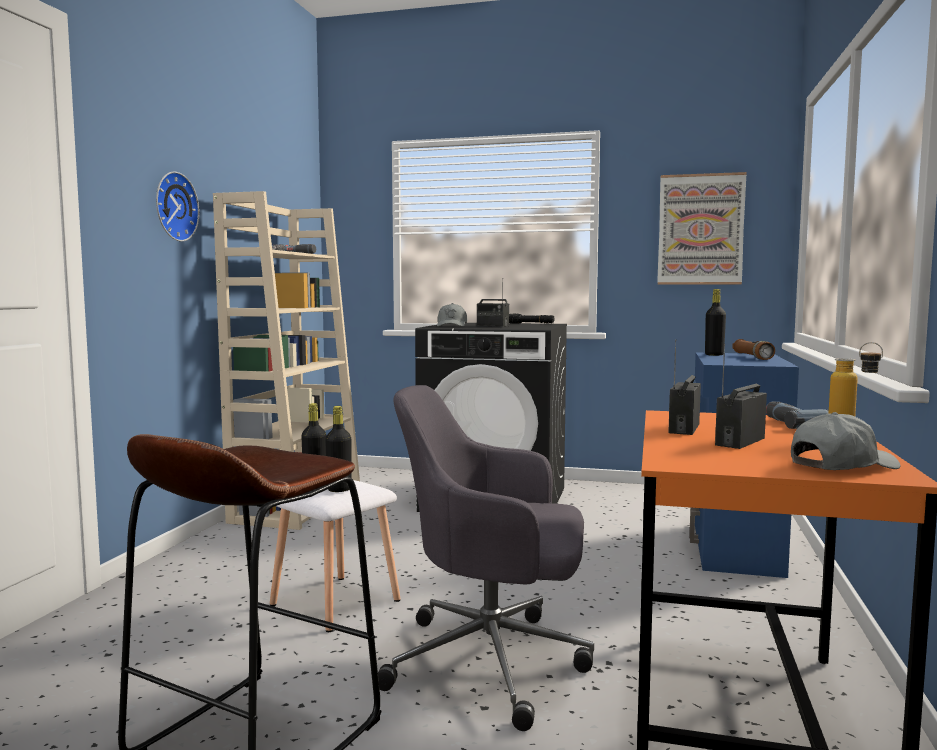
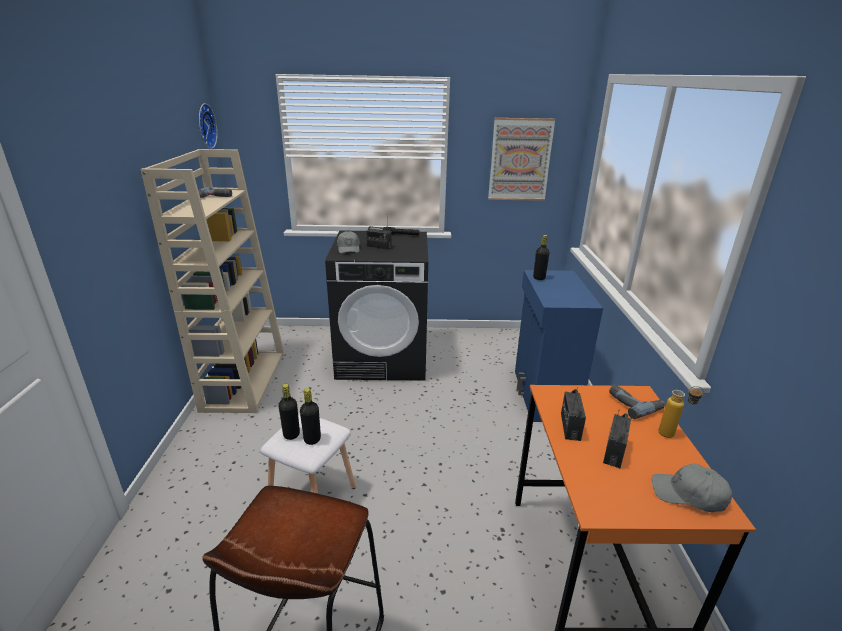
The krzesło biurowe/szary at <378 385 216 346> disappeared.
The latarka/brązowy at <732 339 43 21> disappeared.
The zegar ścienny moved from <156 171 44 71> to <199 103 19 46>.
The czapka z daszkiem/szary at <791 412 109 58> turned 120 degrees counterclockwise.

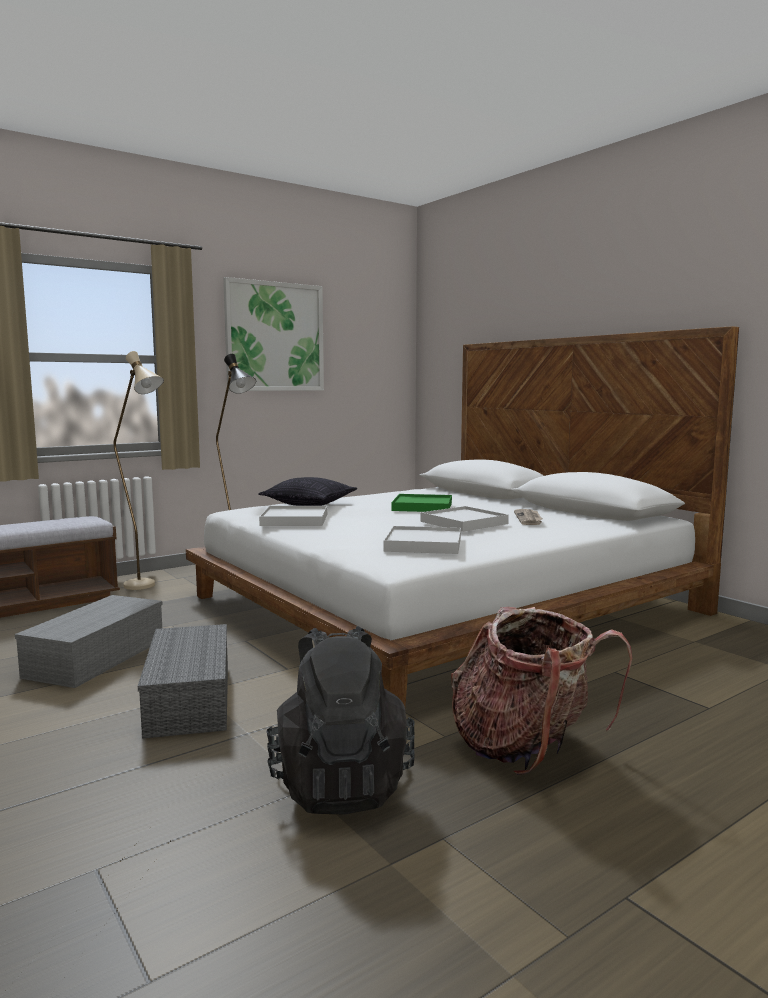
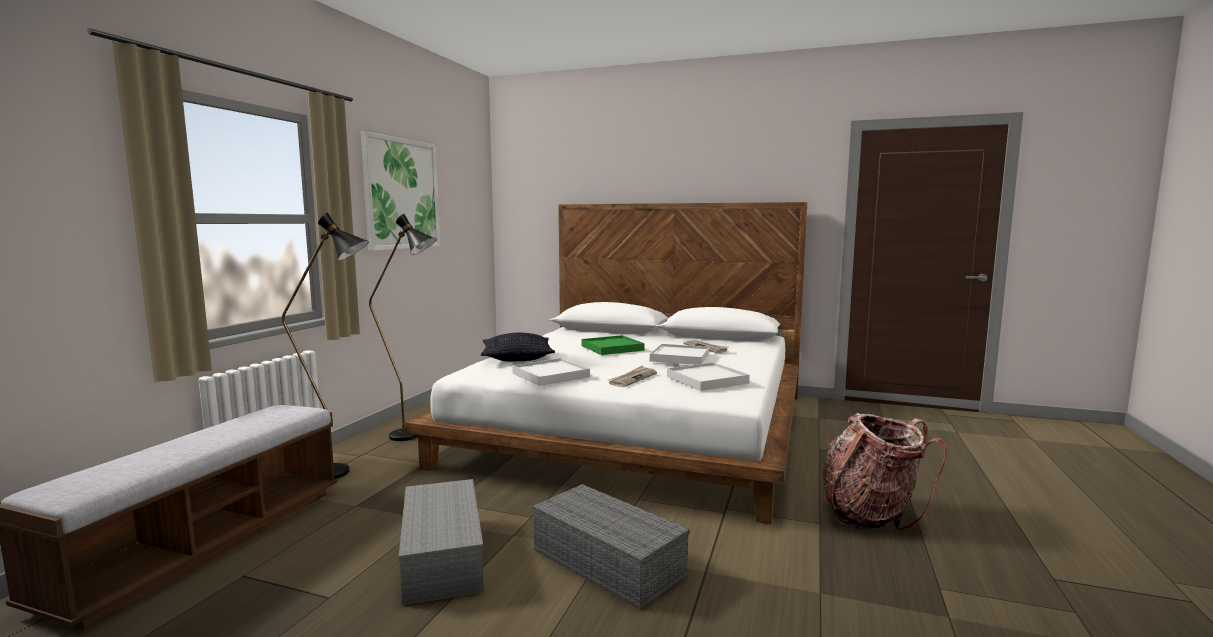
The plecak/czarny at <267 626 148 188> disappeared.
The gazeta at <607 366 50 21> appeared.
The lampa stojąca/beżowy at <114 351 50 239> became the lampa stojąca/czarny at <282 213 87 266>.

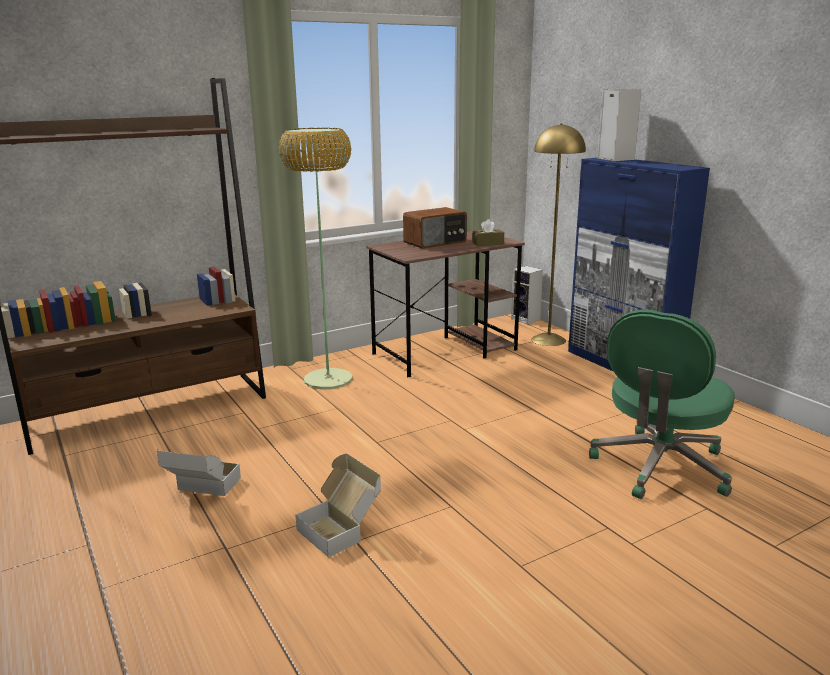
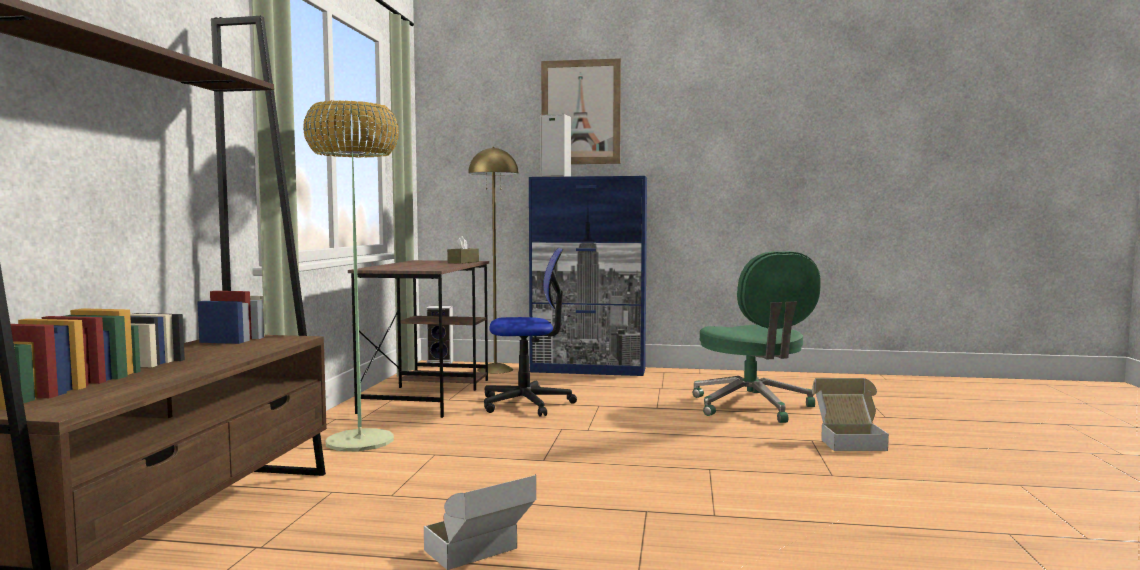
The radio at <403 207 64 42> disappeared.
The krzesło biurowe at <484 248 93 169> appeared.
The obraz at <541 58 80 106> appeared.
The karton moved from <295 454 86 104> to <812 378 77 73>.

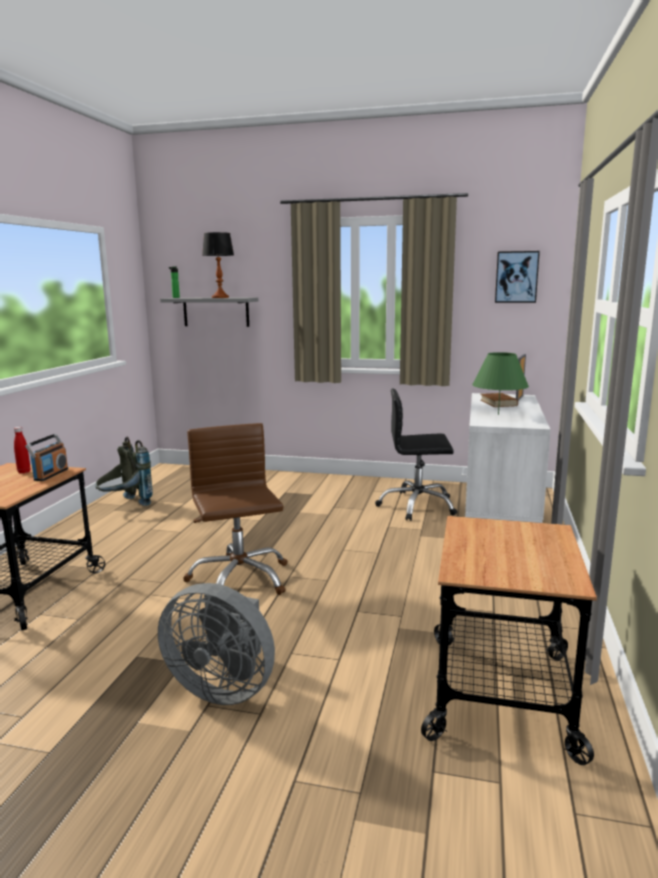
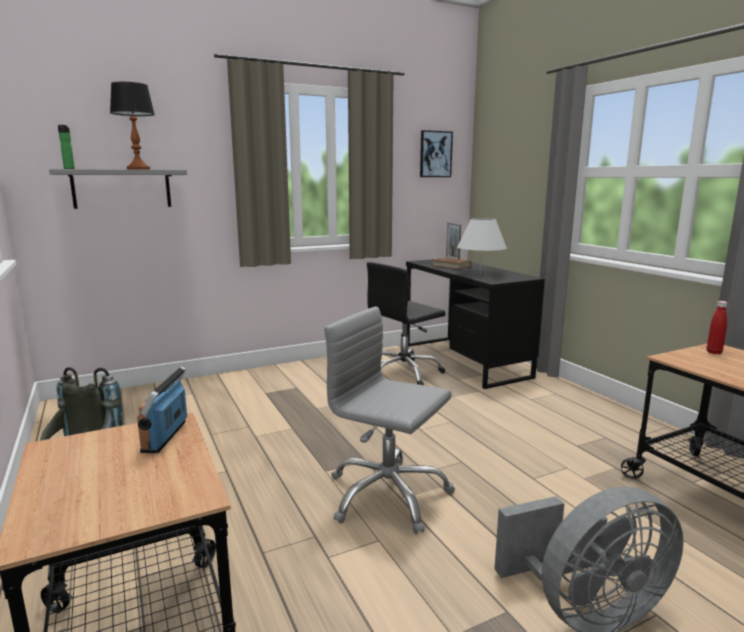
The butelka/czerwony moved from <14 427 16 46> to <707 301 21 53>.
The krzesło biurowe/brązowy at <183 423 105 172> became the krzesło biurowe/szary at <324 306 131 228>.
The biurko/biały at <462 393 89 130> became the biurko/czarny at <406 259 139 130>.
The lampa stołowa/zielony at <472 352 57 63> became the lampa stołowa/biały at <457 218 50 56>.
The radio at <25 434 43 47> turned 150 degrees counterclockwise.

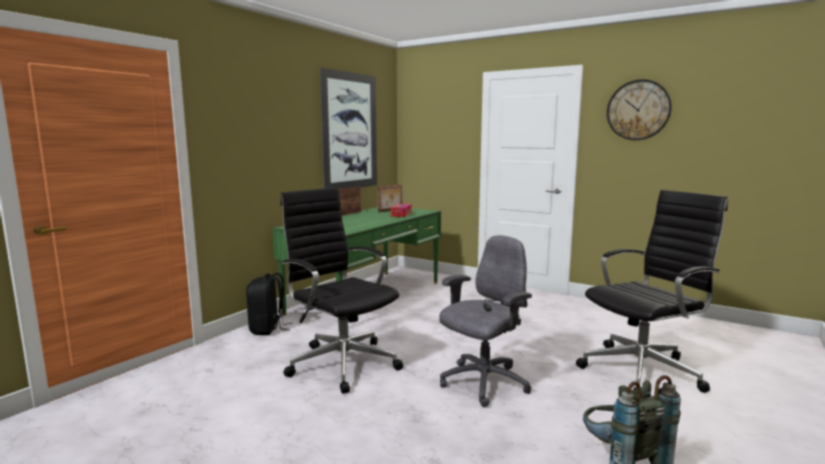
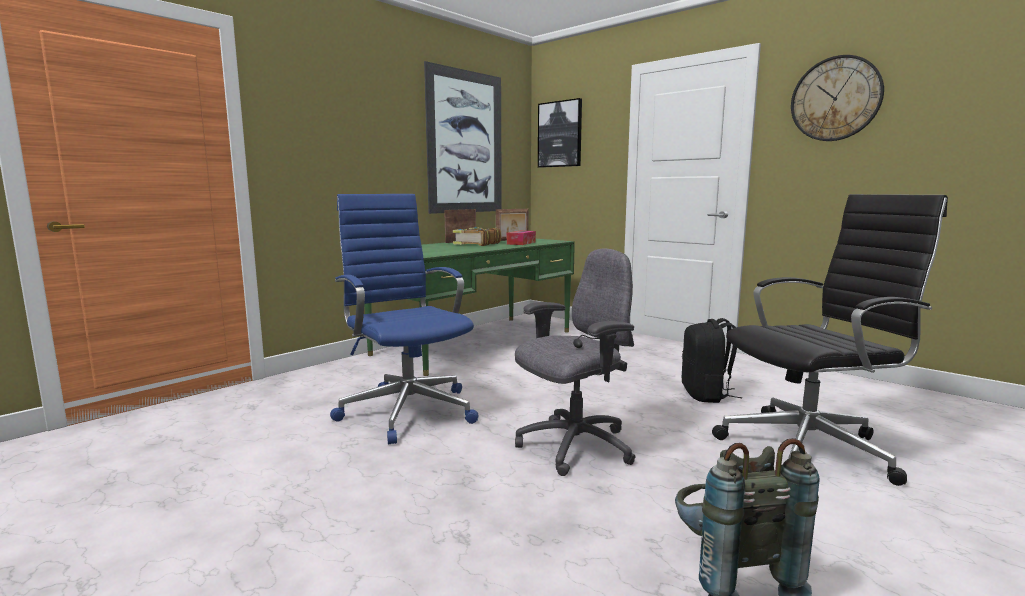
The książka at <453 227 48 19> appeared.
The obraz at <538 98 44 70> appeared.
The plecak/czarny moved from <246 273 46 62> to <682 318 60 85>.
The krzesło biurowe/czarny at <281 188 122 206> became the krzesło biurowe/niebieski at <330 194 149 250>.

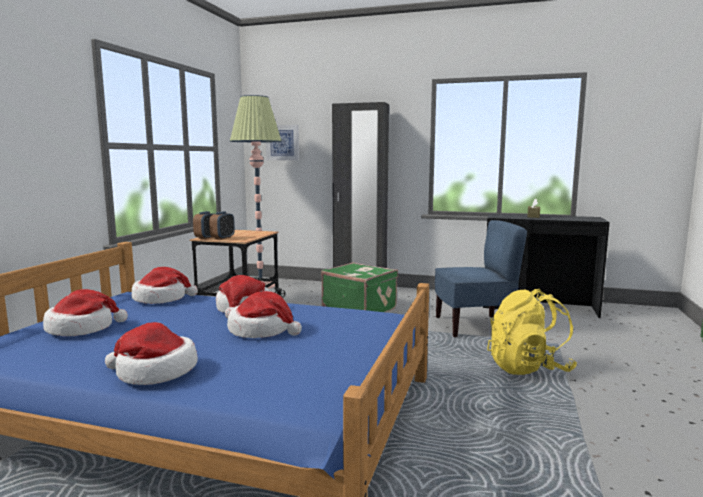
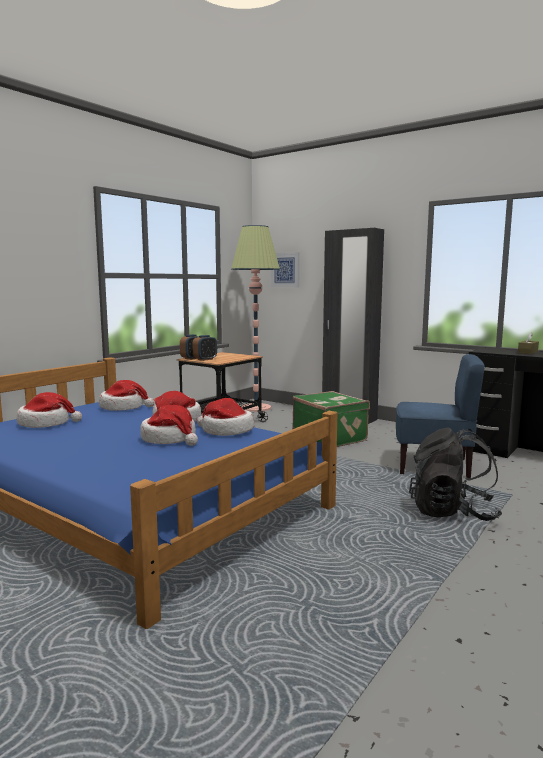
The kapelusz moved from <105 322 93 63> to <197 398 57 38>.
The plecak/żółty at <487 289 90 86> became the plecak/czarny at <409 428 93 93>.

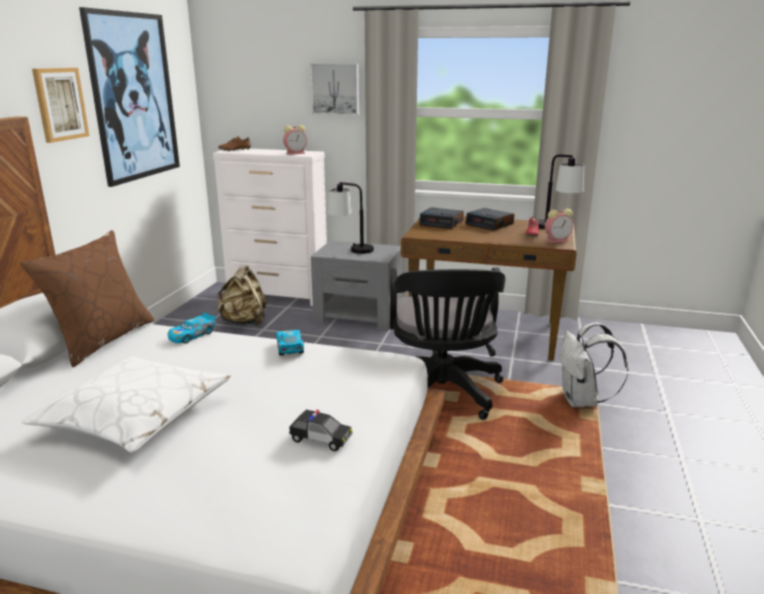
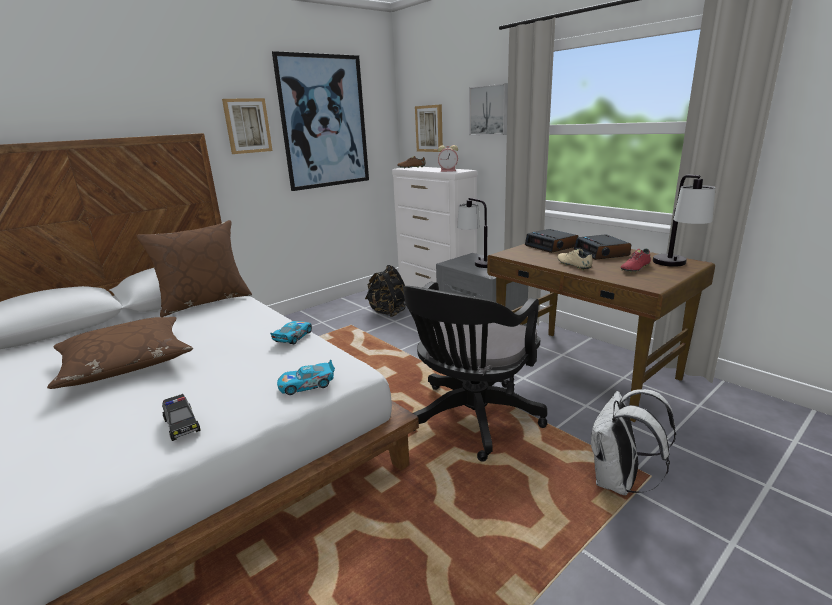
The budzik at <545 209 28 34> disappeared.
The obraz at <415 105 28 47> appeared.
The but/beżowy at <558 249 34 21> appeared.
The samochodzik moved from <168 312 47 32> to <277 360 58 35>.
The poduszka/biały at <22 356 209 97> became the poduszka/brązowy at <47 317 146 72>.
The plecak/beżowy at <217 266 49 60> became the plecak/czarny at <365 265 40 52>.

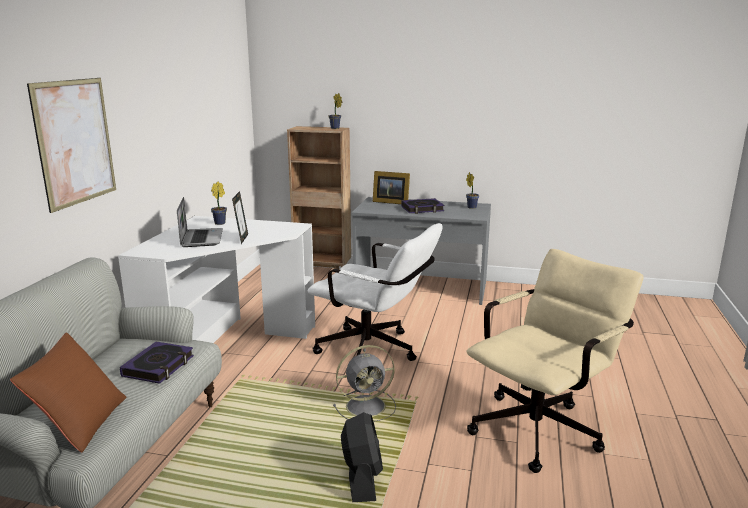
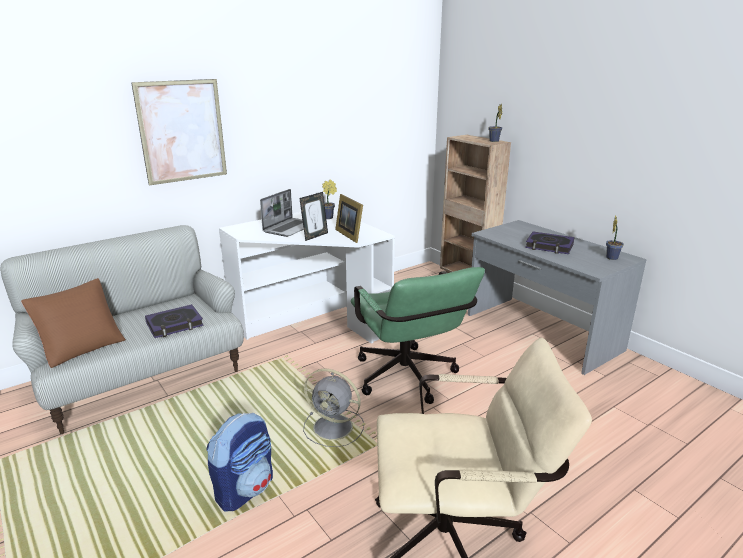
The ramka na zdjęcie moved from <373 171 37 33> to <335 194 28 49>.
The wentylator/czarny at <341 412 42 90> was replaced by the plecak at <206 413 67 98>.
The krzesło biurowe/biały at <308 223 134 138> became the krzesło biurowe/zielony at <351 267 134 137>.

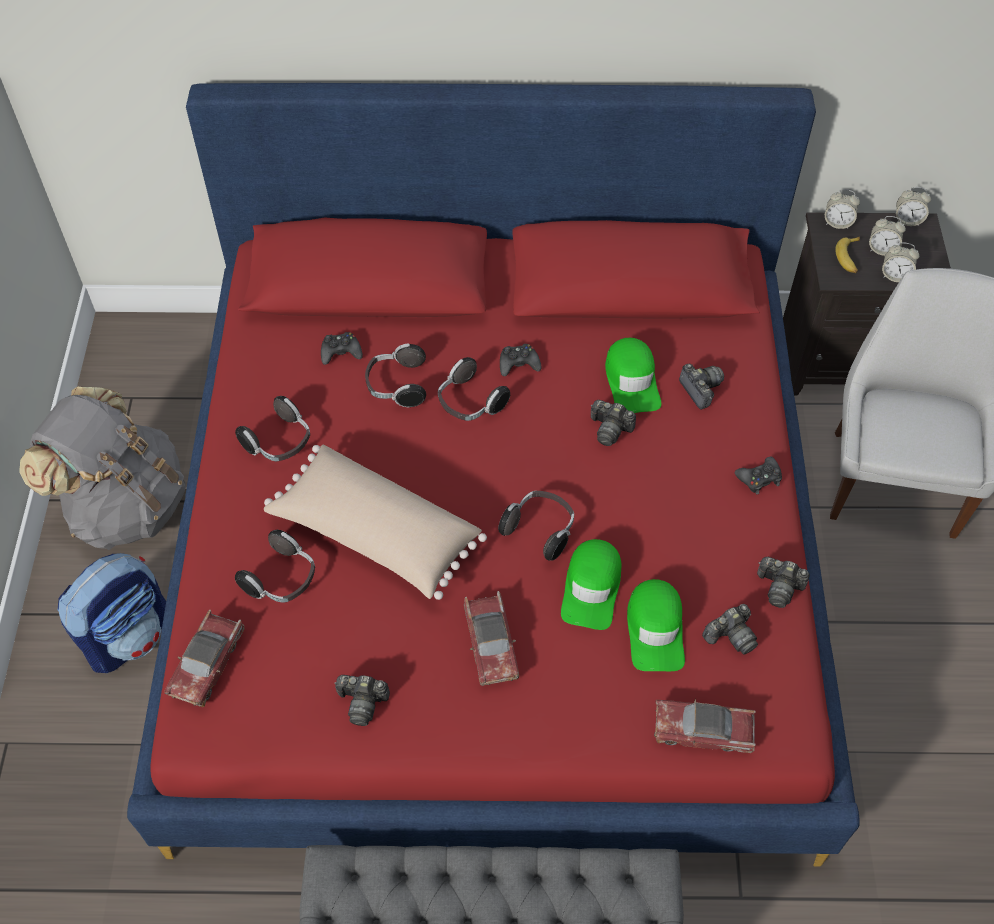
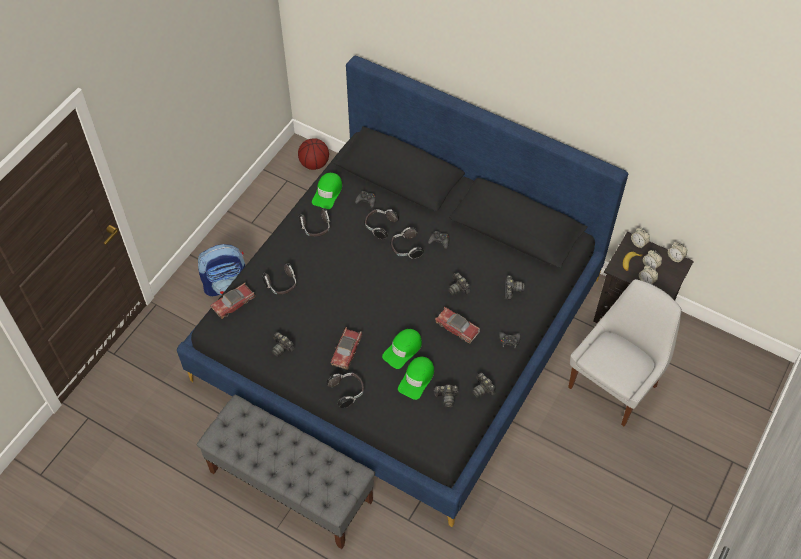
The plecak/szary at <19 387 167 163> disappeared.
The poduszka/beżowy at <264 445 223 155> disappeared.
The piłka do koszykówki at <298 138 31 32> appeared.
The słuchawki moved from <498 491 76 70> to <326 373 38 35>.
The czapka z daszkiem/zielony moved from <605 338 56 75> to <312 173 30 36>.
The samochodzik moved from <654 699 102 54> to <435 307 45 37>.
The łóżko/czerwony at <127 83 733 784> became the łóżko/czarny at <177 55 451 472>.

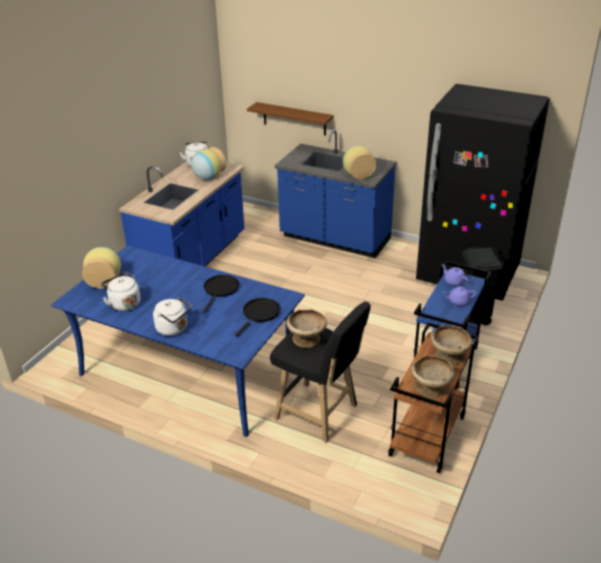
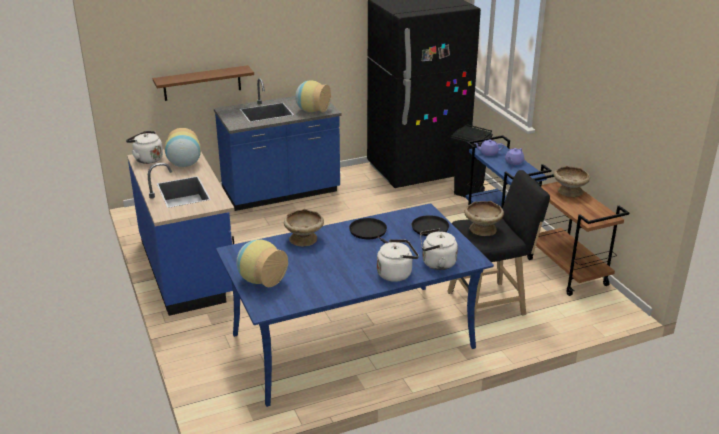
The czajnik/biały moved from <101 272 40 39> to <420 228 38 42>.
The miska/beżowy moved from <411 355 44 43> to <284 209 40 37>.

